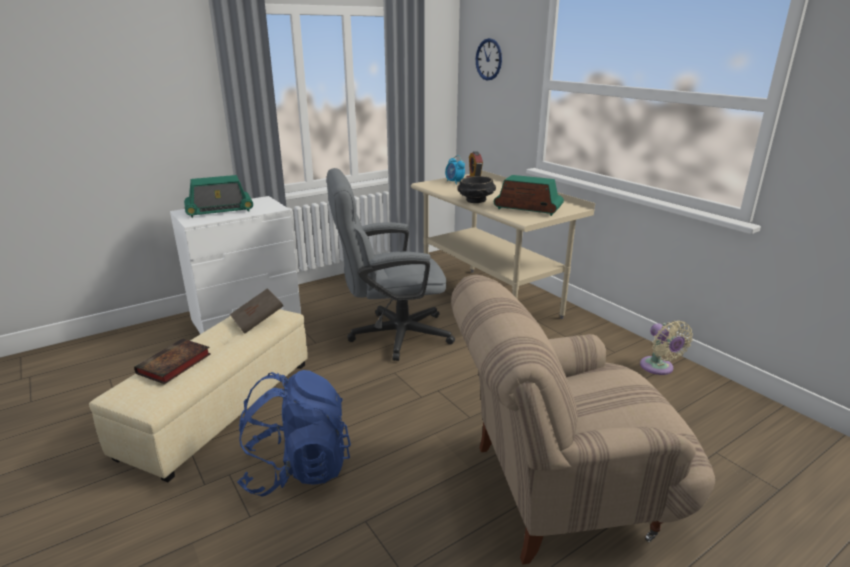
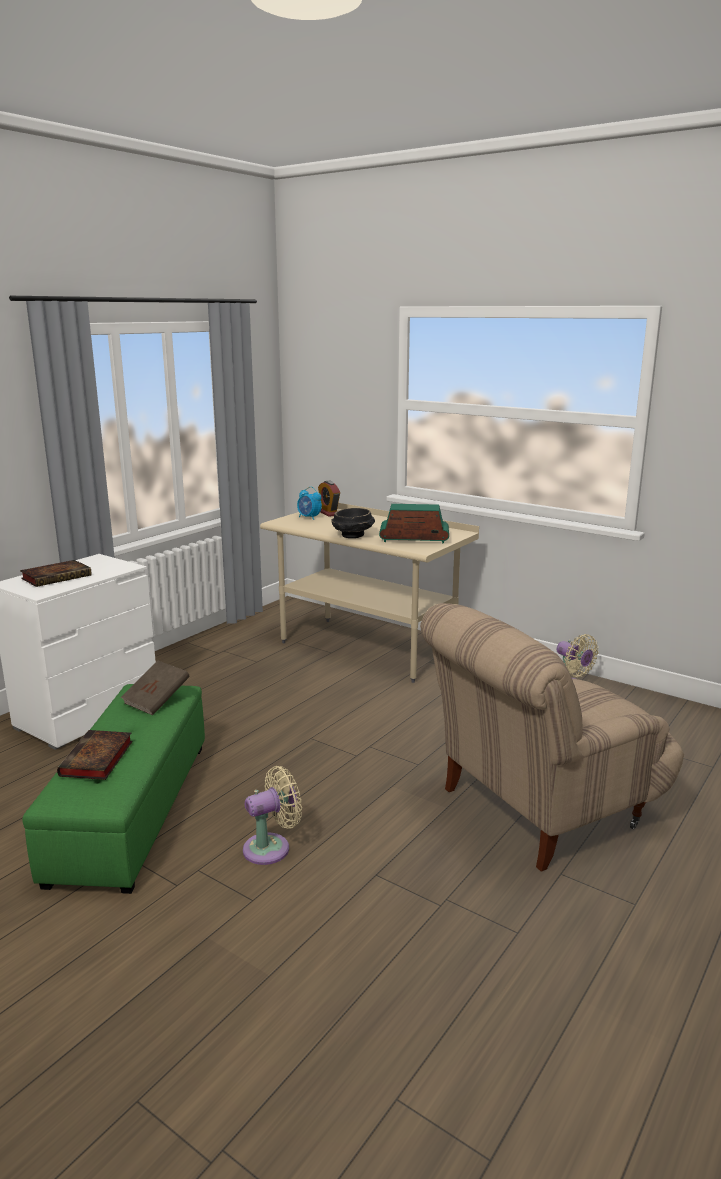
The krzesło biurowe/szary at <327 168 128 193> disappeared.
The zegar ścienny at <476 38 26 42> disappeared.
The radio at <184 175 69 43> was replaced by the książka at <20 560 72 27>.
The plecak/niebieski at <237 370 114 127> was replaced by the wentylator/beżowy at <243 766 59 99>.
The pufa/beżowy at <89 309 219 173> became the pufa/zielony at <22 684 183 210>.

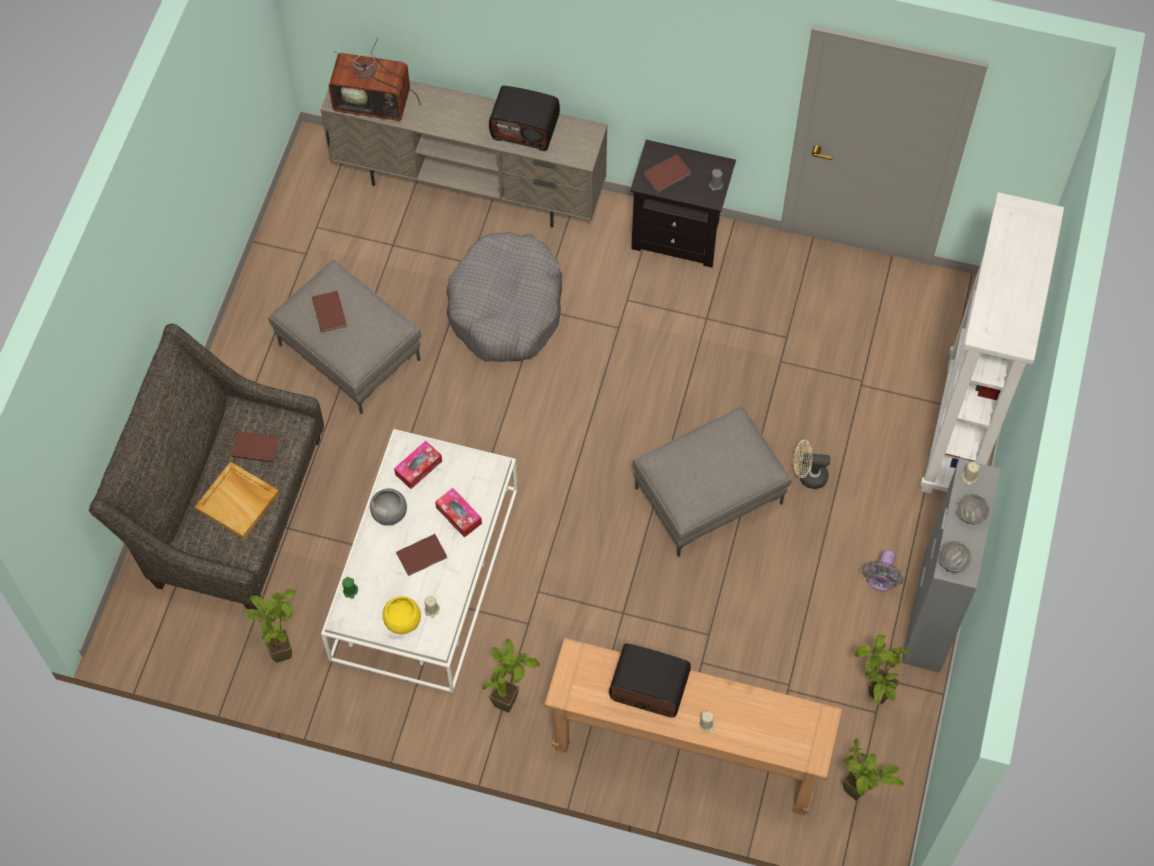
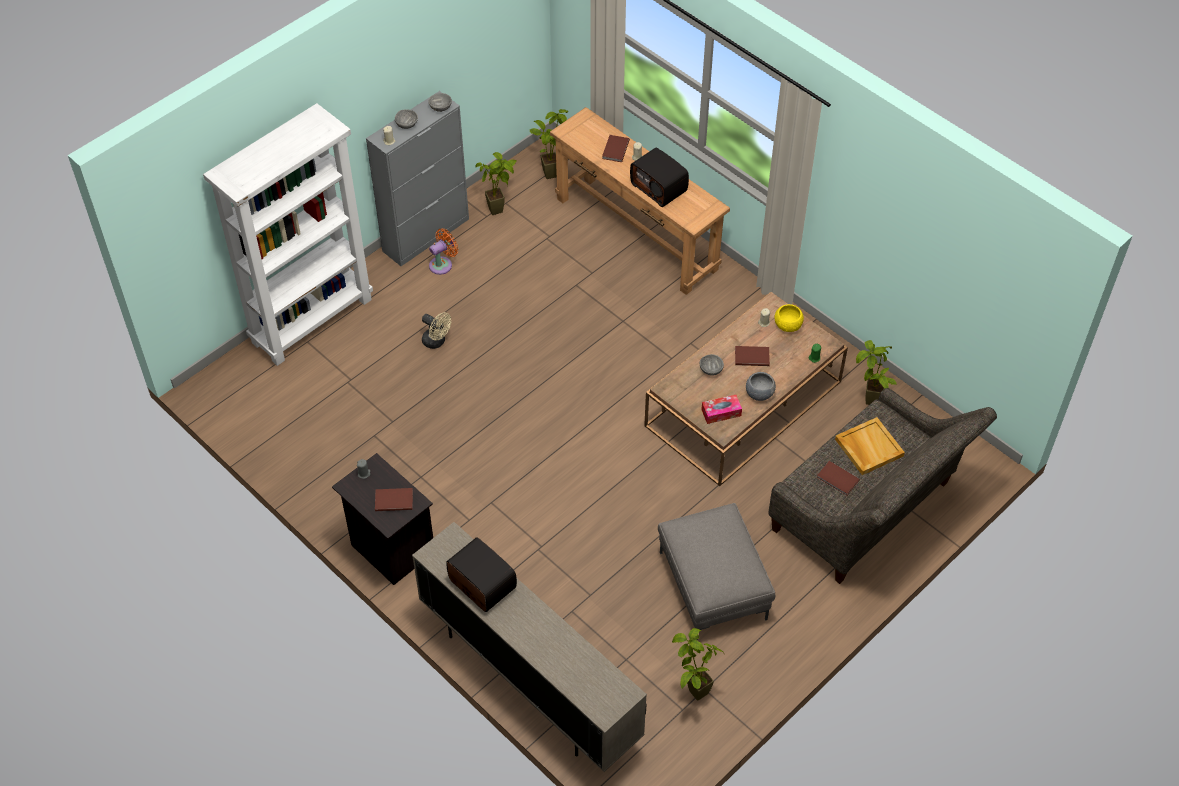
The telewizor at <329 37 93 84> disappeared.
The legowisko/szary at <447 232 115 130> disappeared.
The pufa/szary at <633 406 158 151> disappeared.
The książka/brązowy moved from <312 291 35 41> to <602 135 28 27>.
The roślina doniczkowa moved from <482 638 58 75> to <672 628 52 73>.
The pudełko chusteczek at <435 488 47 50> was replaced by the miska/szary at <700 354 24 22>.
The ława/biały at <321 429 197 264> became the ława/brązowy at <644 292 204 194>.
The wentylator/szary at <862 550 41 41> became the wentylator/pomarańczowy at <429 228 29 47>.

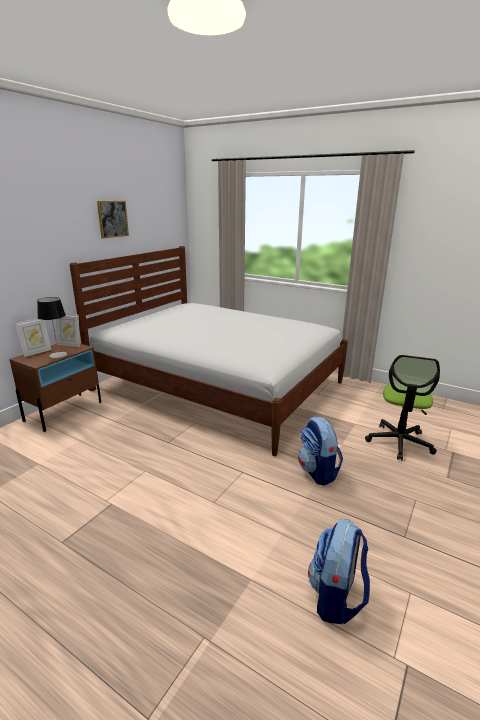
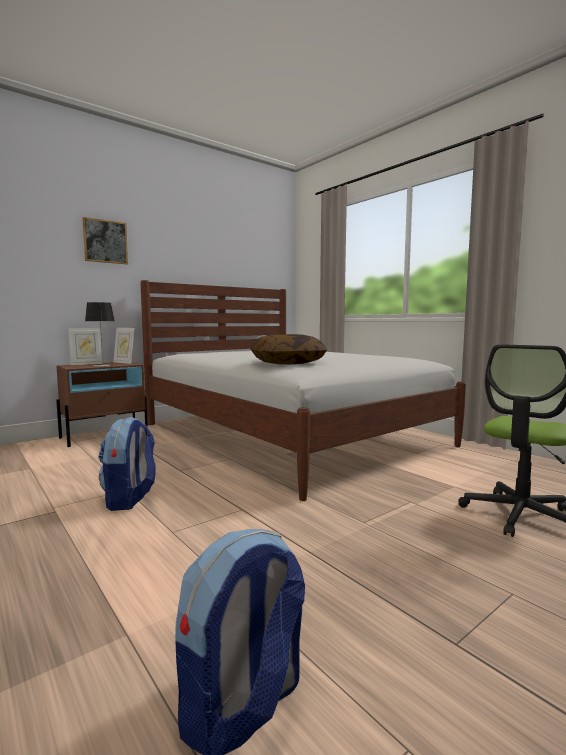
The poduszka at <250 334 77 31> appeared.
The obraz moved from <97 201 32 38> to <82 217 46 47>.
The plecak moved from <298 416 45 70> to <98 417 58 94>.

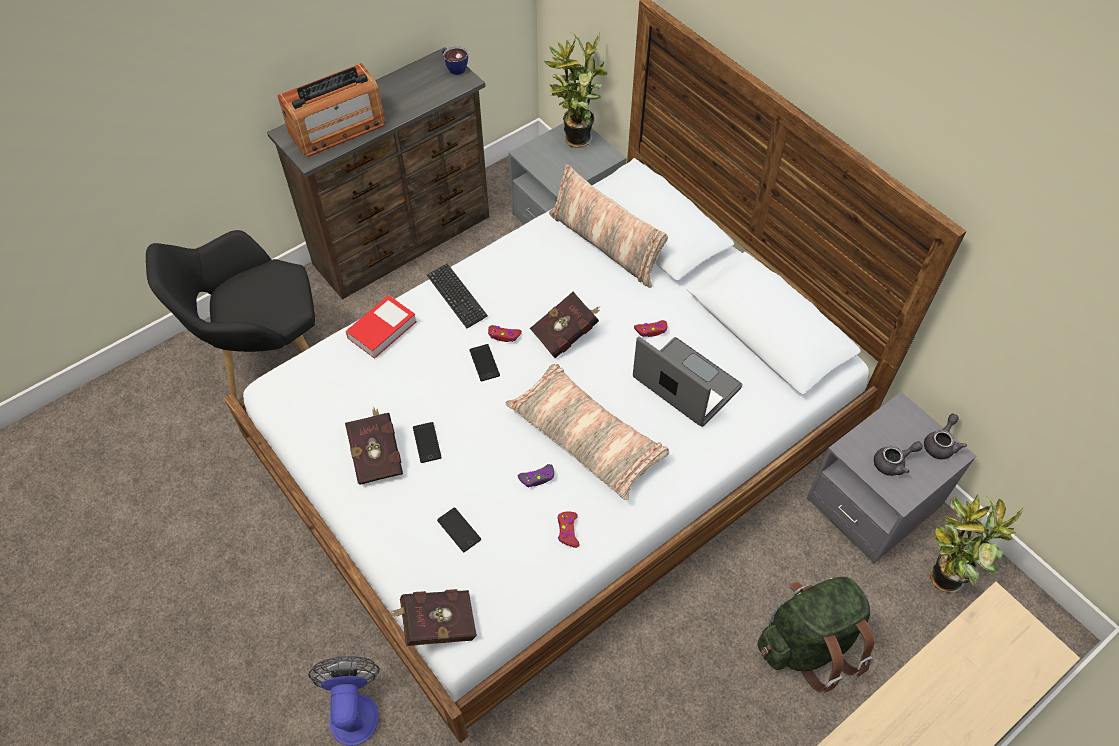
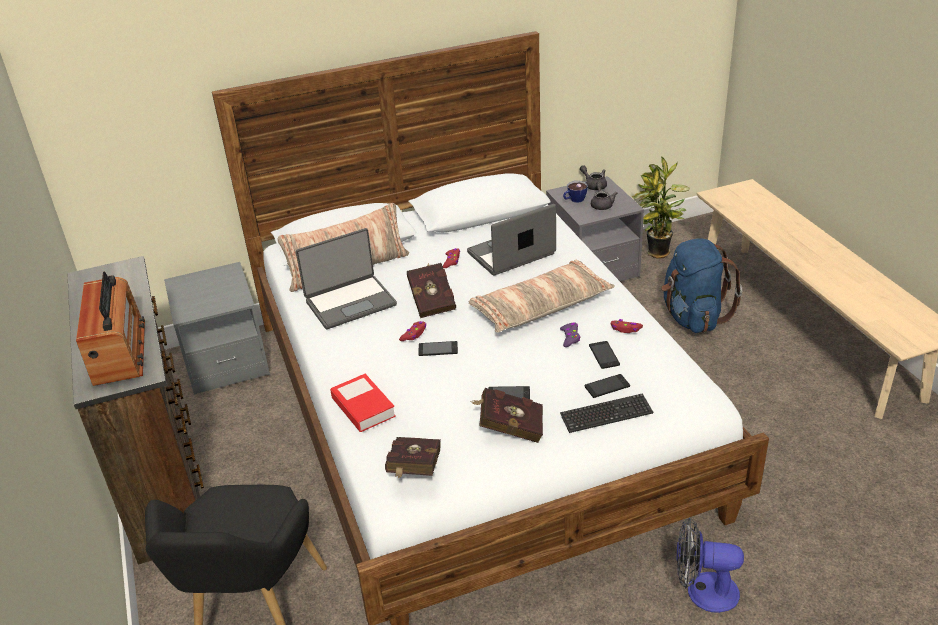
The roślina doniczkowa at <544 32 63 116> disappeared.
The laptop at <296 228 101 101> appeared.
The telefon at <589 341 31 28> appeared.
The książka/czerwony moved from <389 589 88 57> to <385 437 56 41>.
The klawiatura moved from <427 263 61 65> to <560 393 93 40>.
The filiżanka moved from <442 46 26 29> to <563 181 25 22>.
The plecak/zielony at <757 577 118 115> became the plecak/niebieski at <661 239 81 94>.

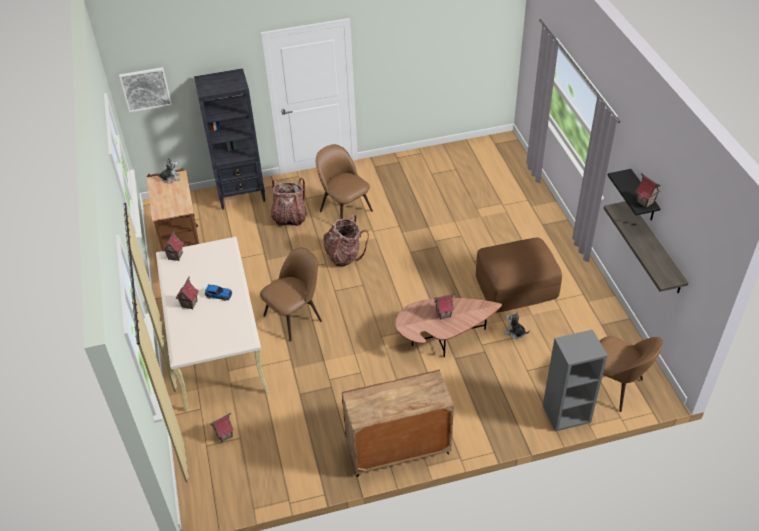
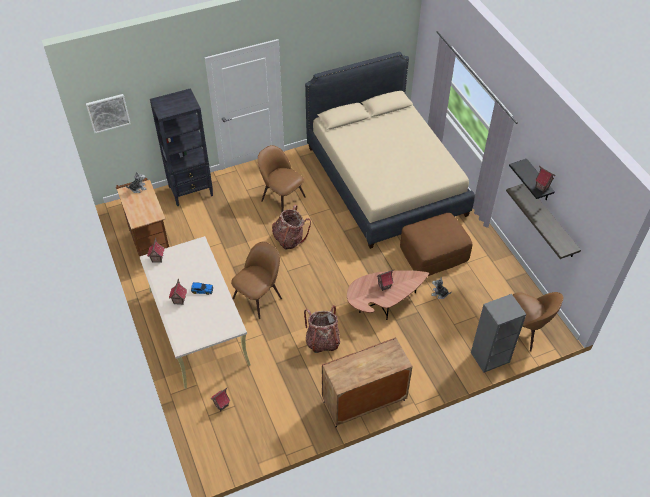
The łóżko/beżowy at <305 52 170 197> appeared.
The plecak moved from <271 178 35 48> to <304 305 36 48>.

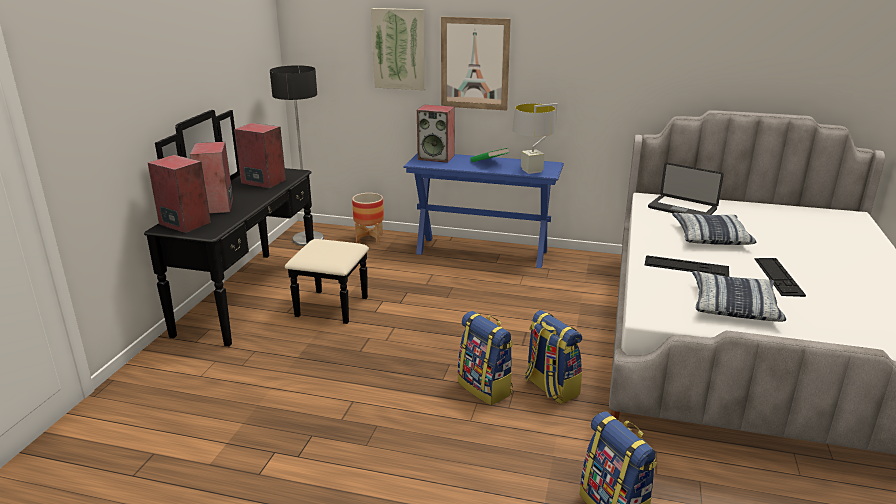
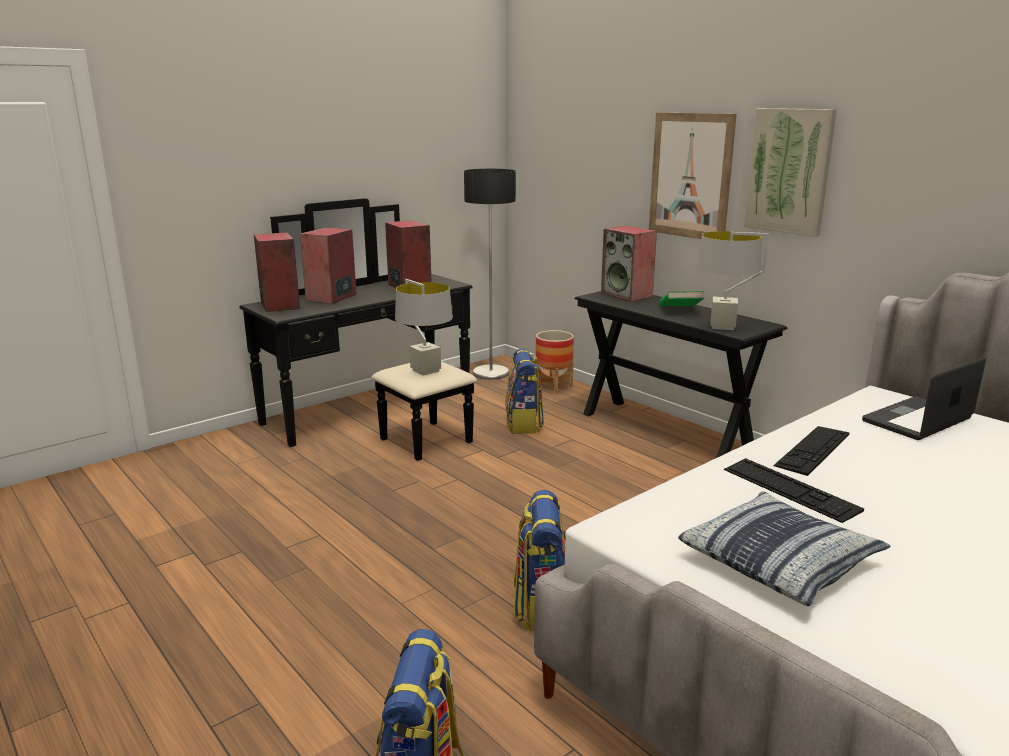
The poduszka at <672 213 84 32> disappeared.
The lampa stołowa/szary at <395 279 58 97> appeared.
The obraz moved from <371 8 54 82> to <744 108 93 129>.
The plecak moved from <458 311 55 94> to <505 348 39 86>.
The klawiatura moved from <754 258 52 39> to <774 426 76 50>.
The stolik konsolowy/niebieski at <403 154 161 114> became the stolik konsolowy/czarny at <575 291 212 167>.
The laptop at <648 163 76 52> turned 75 degrees clockwise.

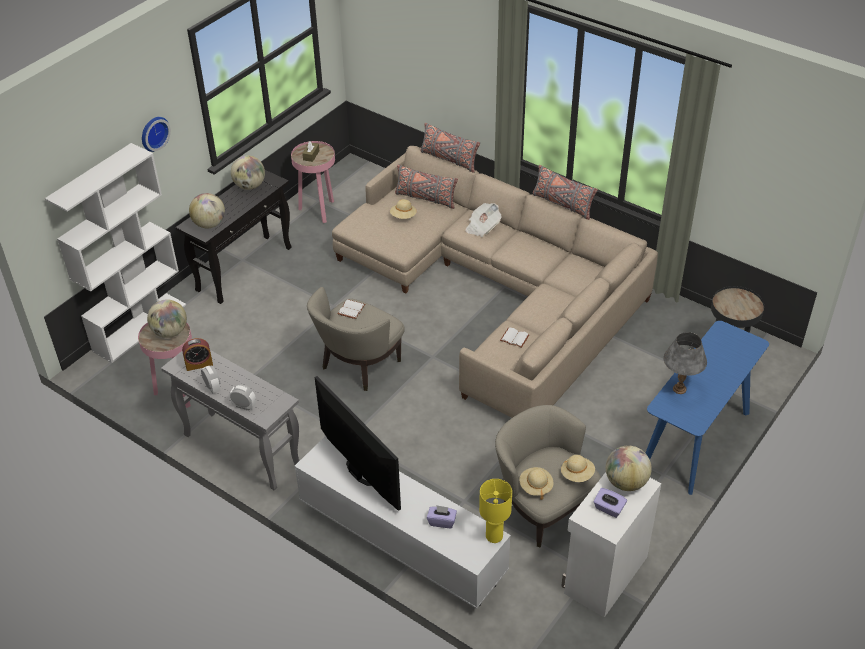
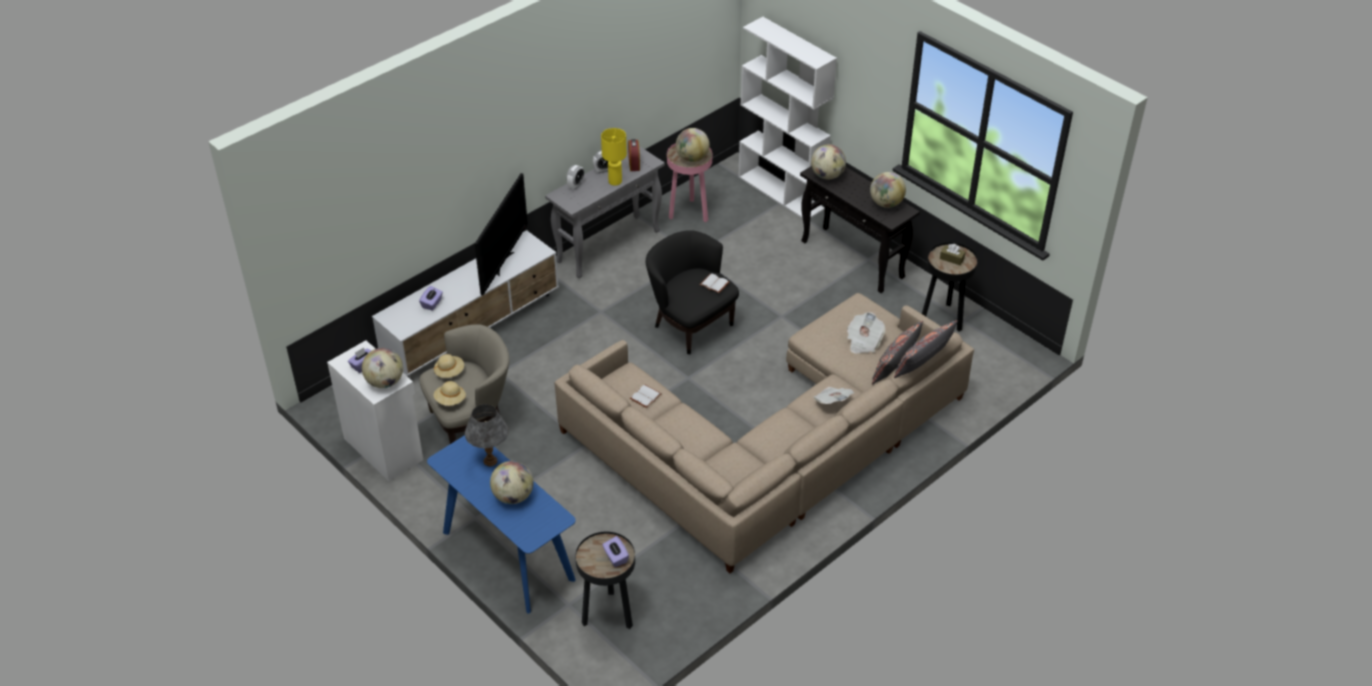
The zegar ścienny at <142 117 29 35> disappeared.
The poduszka/szary at <533 165 65 55> disappeared.
The globus at <490 461 43 43> appeared.
The pudełko chusteczek/fioletowy at <602 536 27 31> appeared.
The lampa stołowa/żółty moved from <479 479 33 64> to <601 128 26 58>.
The kapelusz/beżowy at <390 199 27 20> was replaced by the gazeta at <847 312 39 41>.
The stolik/różowy at <291 141 44 82> became the stolik/czarny at <922 242 56 89>.
The fotel/beżowy at <307 287 98 104> became the fotel/czarny at <646 230 93 124>.
The telewizor at <315 376 86 135> turned 45 degrees counterclockwise.

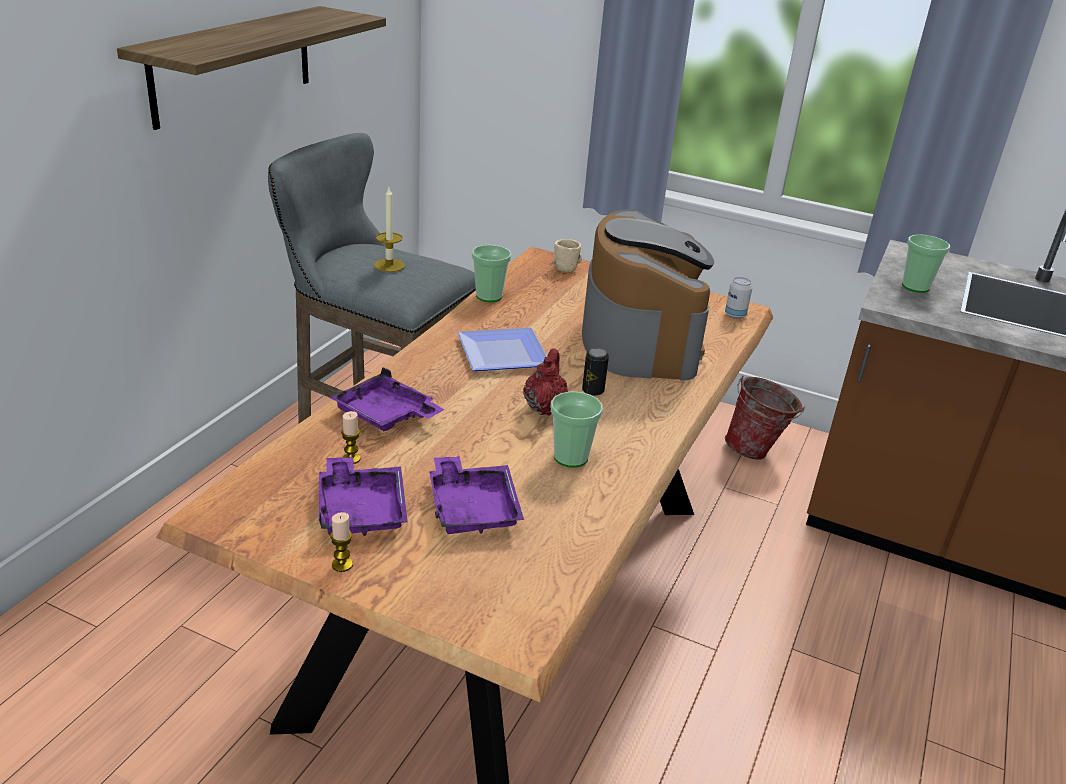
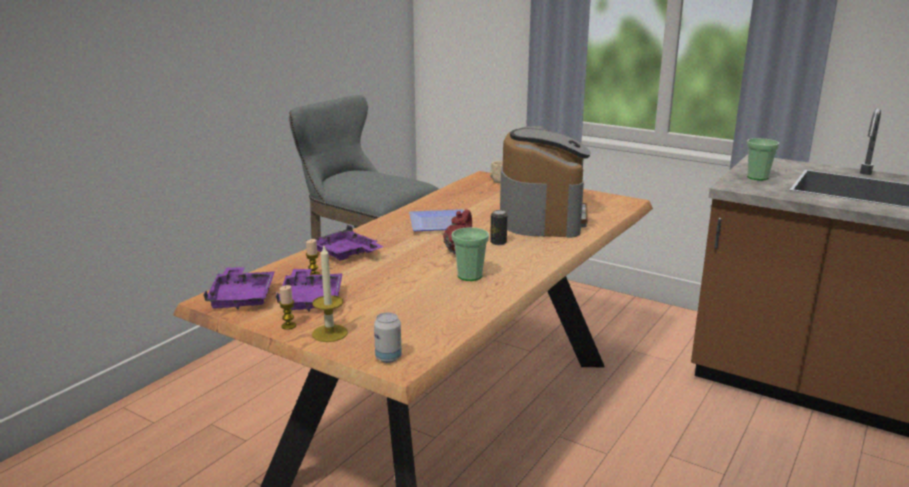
The półka at <117 6 269 124> disappeared.
The filiżanka at <472 245 39 57> disappeared.
The wiadro at <725 376 80 84> disappeared.
The świeca moved from <374 188 31 84> to <312 246 36 96>.
The taca/fioletowy moved from <429 456 95 78> to <203 267 72 43>.
The puszka moved from <725 277 28 42> to <374 313 28 50>.

